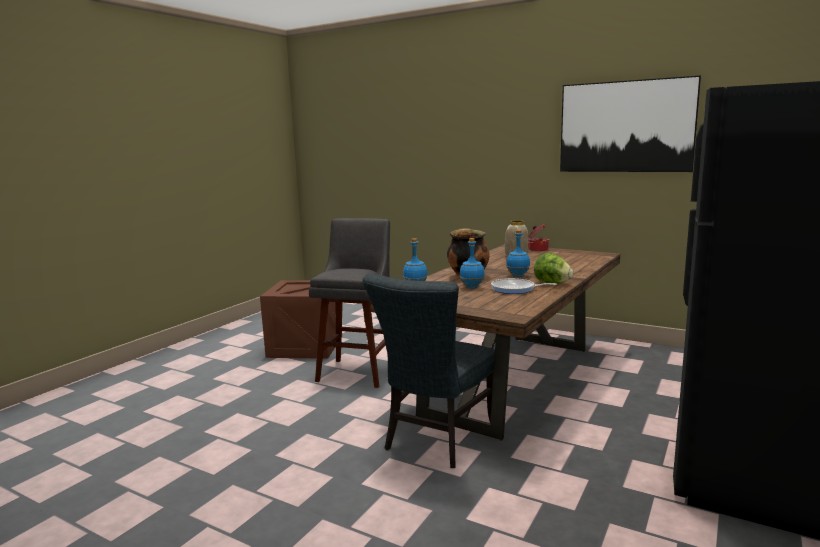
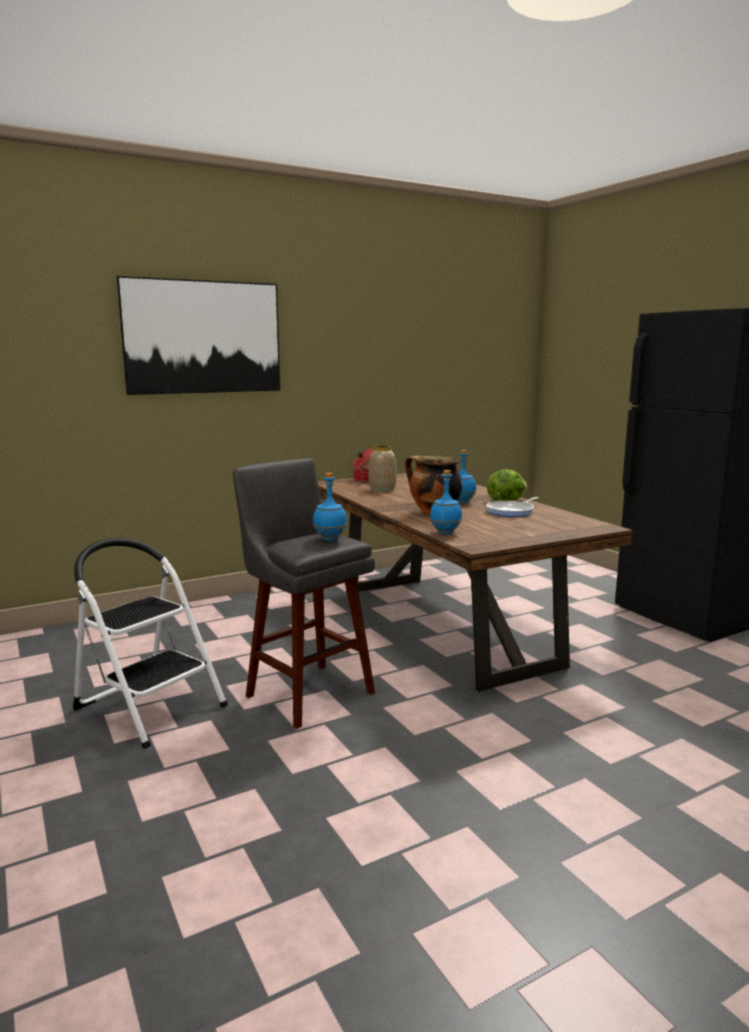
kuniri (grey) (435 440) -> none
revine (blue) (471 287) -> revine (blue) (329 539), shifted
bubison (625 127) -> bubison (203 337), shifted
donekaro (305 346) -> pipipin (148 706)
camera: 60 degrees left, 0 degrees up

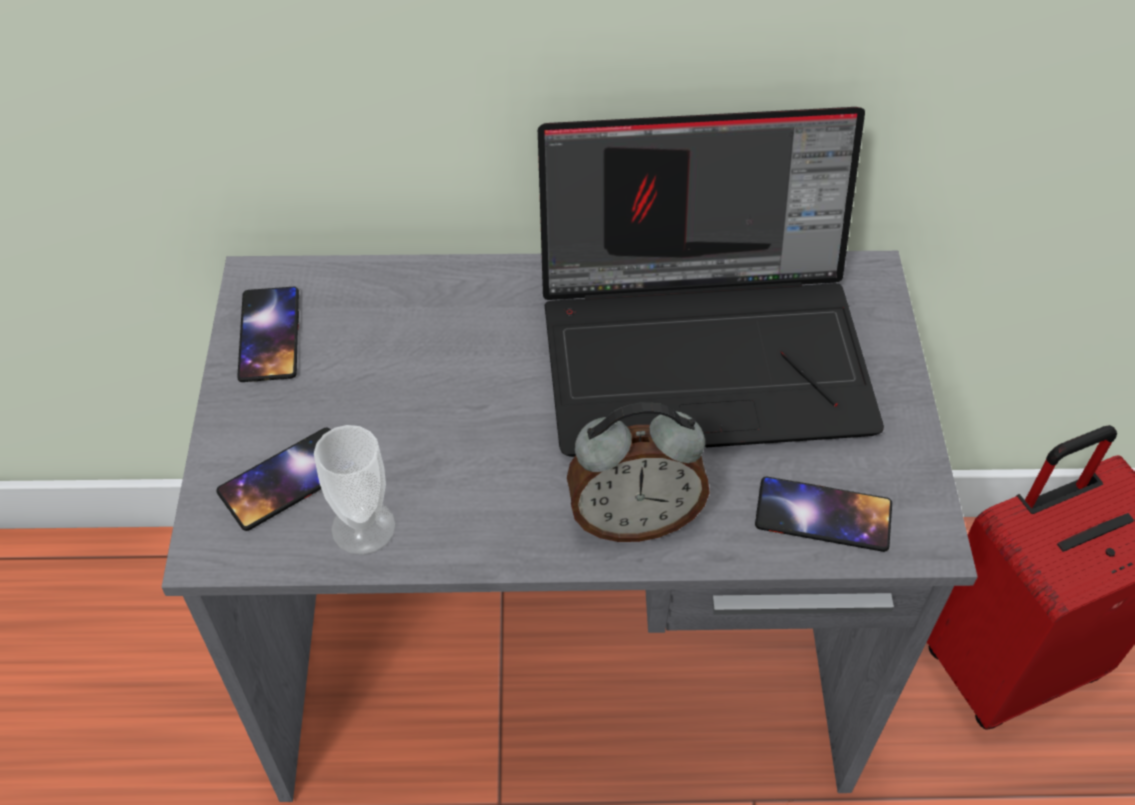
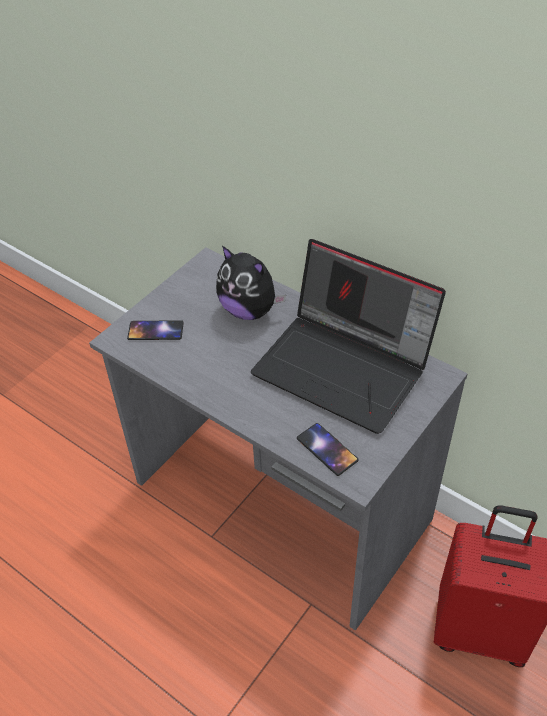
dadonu (269 334) -> none
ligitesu (363 527) -> none
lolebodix (633 518) -> none
none -> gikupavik (249 310)
camera: 40 degrees right, 5 degrees down

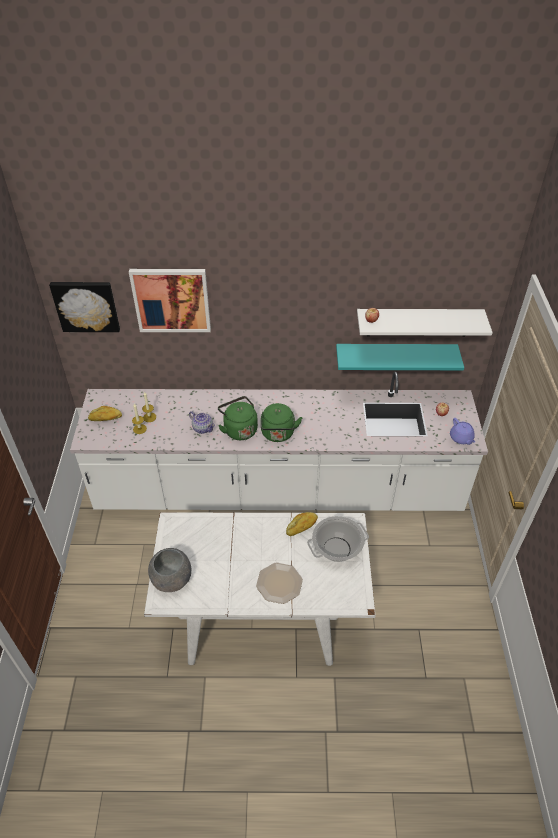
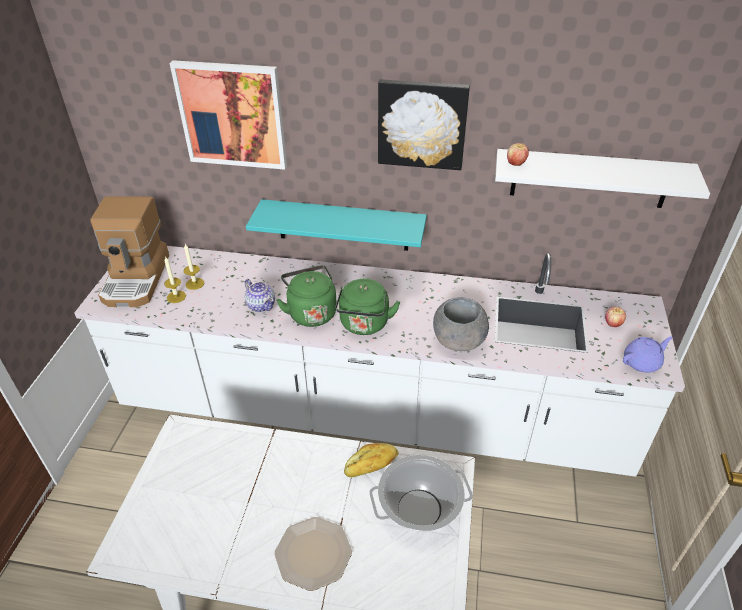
bubison (86 305) -> bubison (422 124), shifted
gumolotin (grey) (172 579) -> gumolotin (grey) (458 341), shifted
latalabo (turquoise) (395 356) -> latalabo (turquoise) (343 225), shifted
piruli (105 418) -> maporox (137 279)
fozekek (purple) (461 438) -> fozekek (purple) (642 362), 105 degrees counterclockwise
camera: 10 degrees right, 5 degrees down

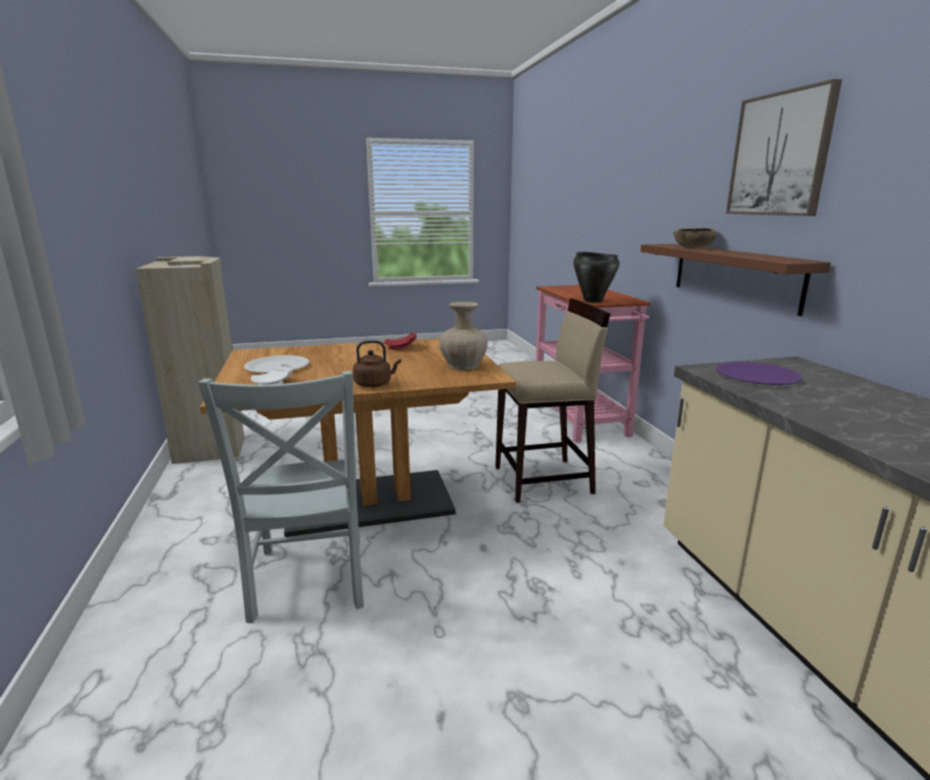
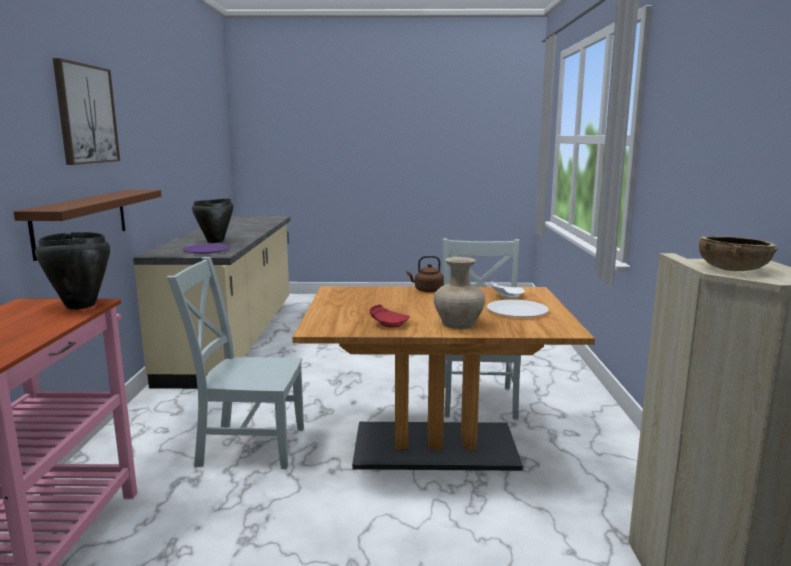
none -> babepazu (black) (215 241)
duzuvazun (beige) (464 365) -> duzuvazun (beige) (458 323), shifted
gumolotin (brown) (693 248) -> gumolotin (brown) (732 270), shifted
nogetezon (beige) (544 480) -> kuniri (grey) (247 445)
camera: 165 degrees left, 5 degrees down

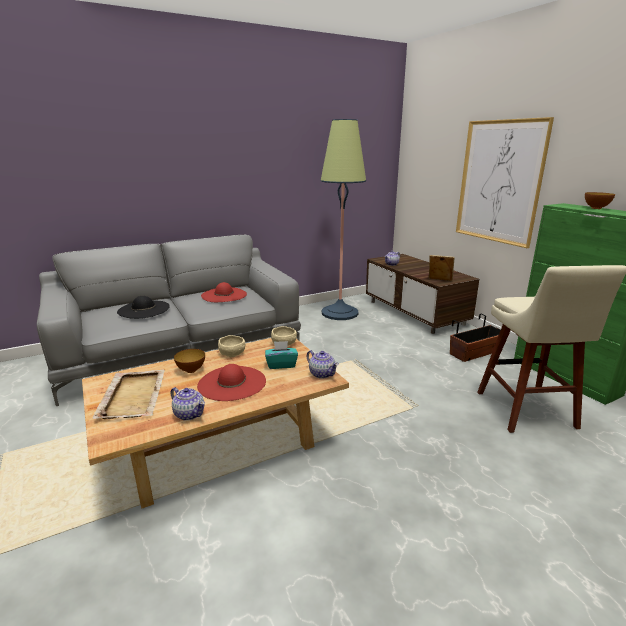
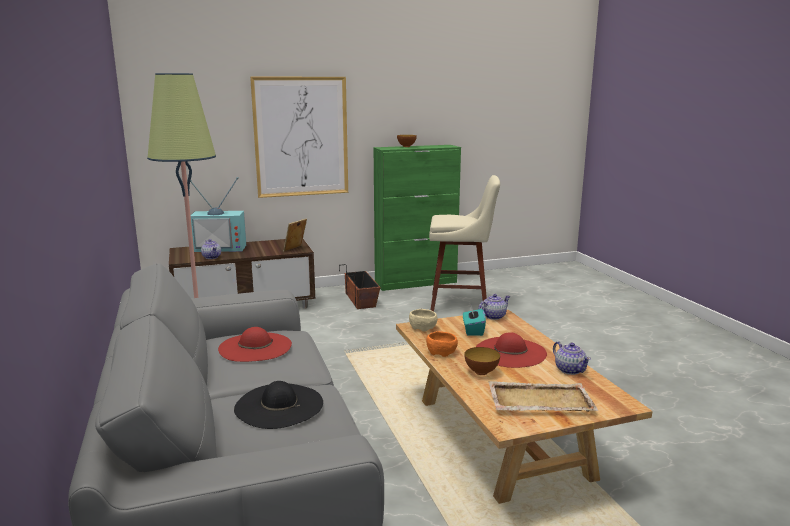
none -> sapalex (221 247)
gumolotin (beige) (233 353) -> gumolotin (orange) (441 351)
fozekek (189 414) -> fozekek (570 370), 105 degrees clockwise
camera: 80 degrees left, 5 degrees down

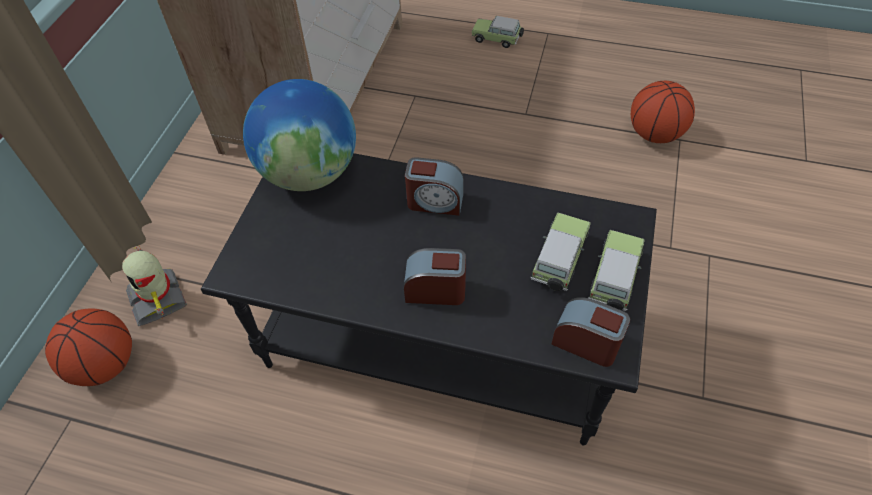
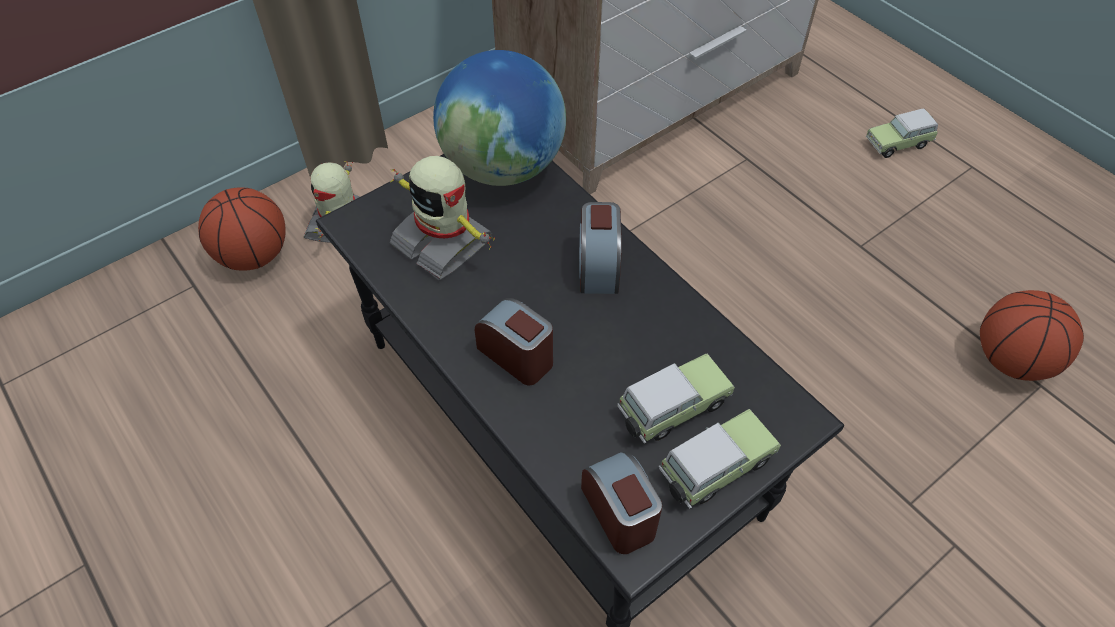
none -> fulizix (444 241)
lolebodix (435 202) -> lolebodix (598 266), 45 degrees clockwise
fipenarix (497 39) -> fipenarix (899 143), 75 degrees counterclockwise
camera: 35 degrees right, 0 degrees up

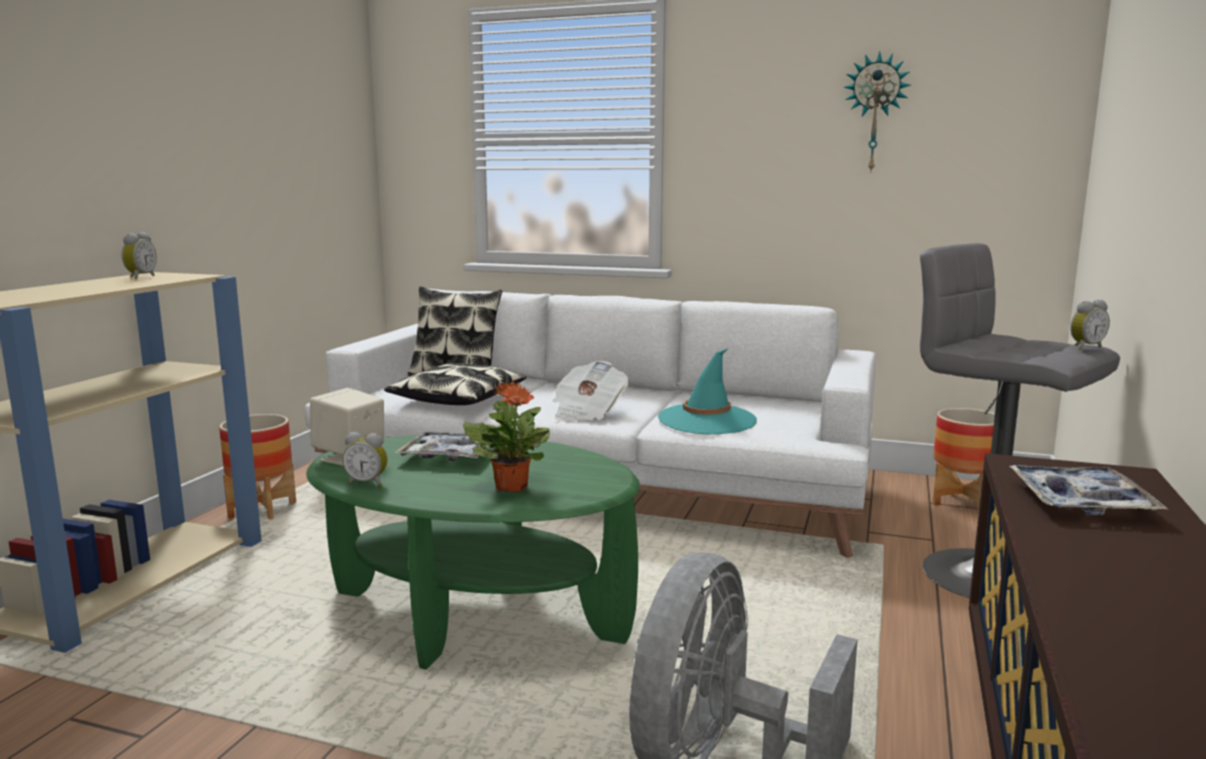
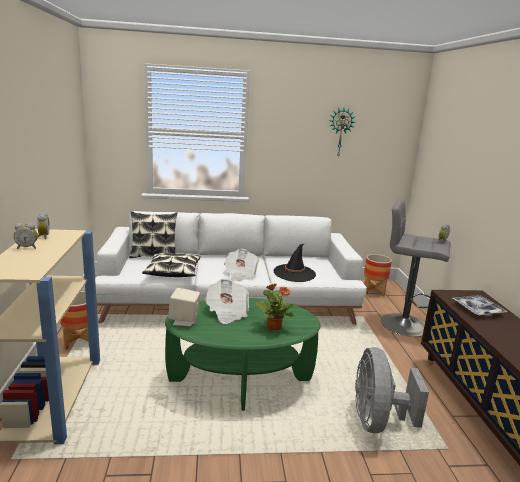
lolebodix (367 483) -> lolebodix (27 247), shifted
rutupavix (451 455) -> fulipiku (227 312)
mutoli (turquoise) (707 420) -> mutoli (black) (294 273)
camera: 25 degrees left, 5 degrees up

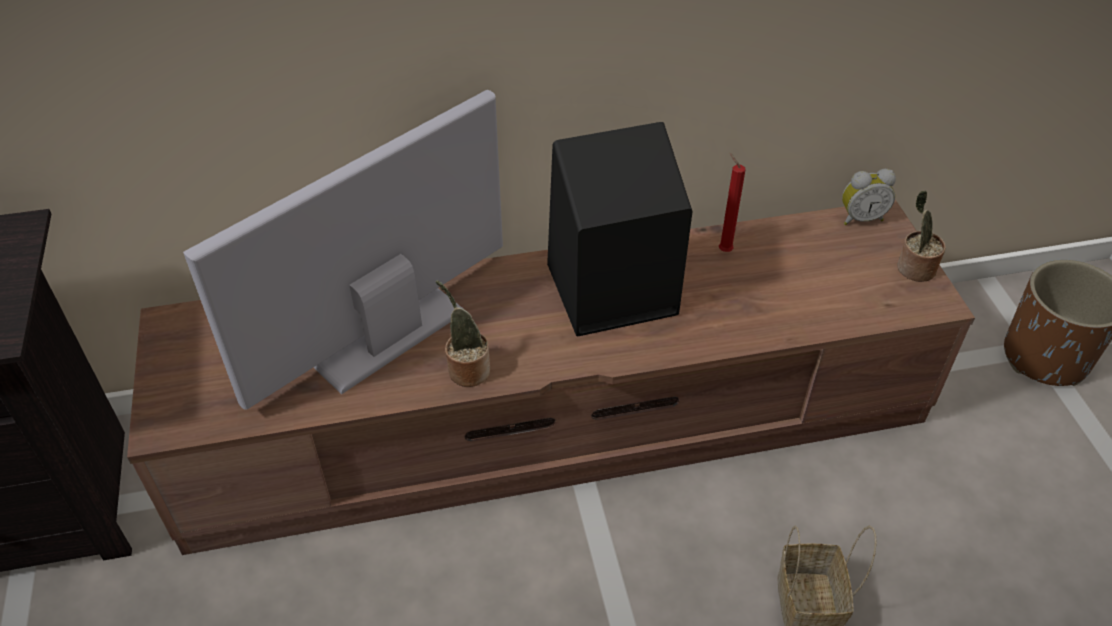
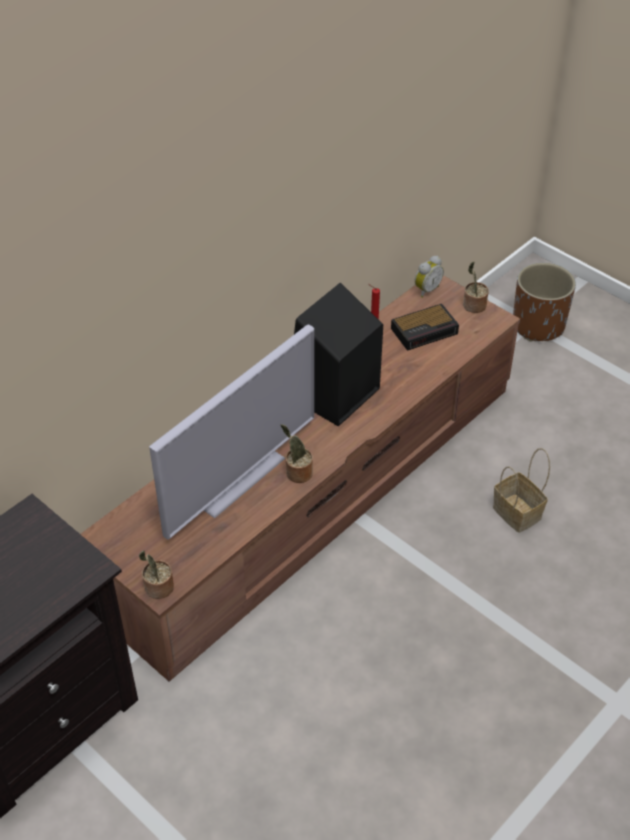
none -> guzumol (158 589)
none -> lolebodix (425 330)
sapalex (388 336) -> sapalex (237 478), 150 degrees counterclockwise
camera: 35 degrees left, 0 degrees up

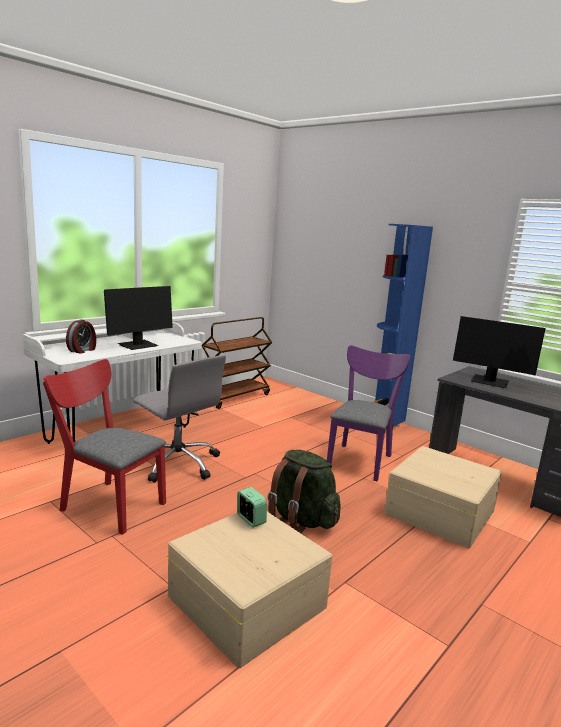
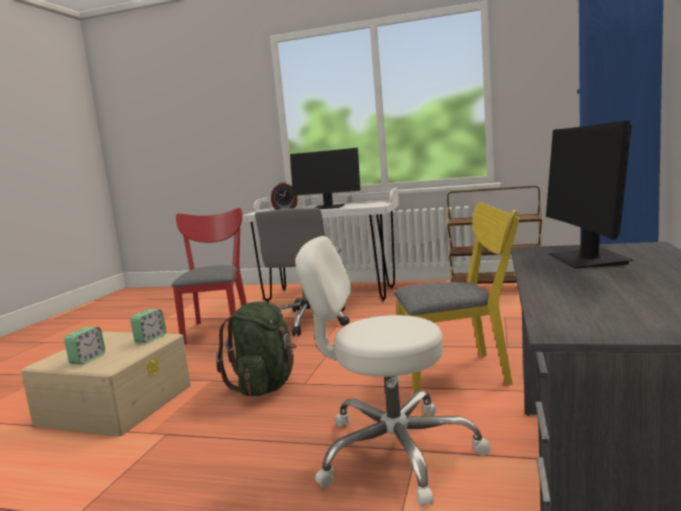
none -> lolebodix (87 359)
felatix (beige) (439 511) -> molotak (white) (388 452)
kuniri (purple) (360 459) -> kuniri (yellow) (461 373)
camera: 65 degrees right, 5 degrees down

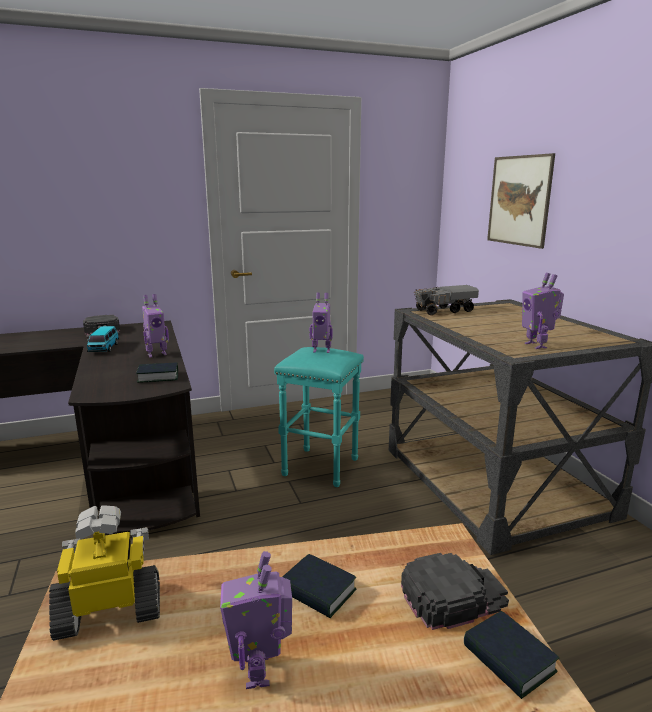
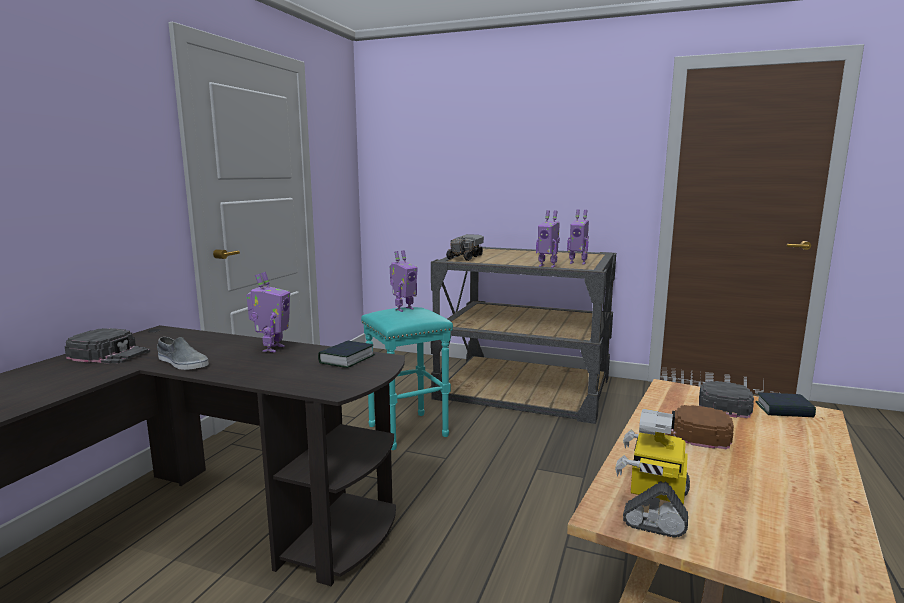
bubison (519 200) -> none
fulizix (260 671) -> fulizix (548 266), shifted
fipenarix (104 348) -> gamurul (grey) (182 363)
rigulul (318 591) -> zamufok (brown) (690 433)
camera: 50 degrees left, 5 degrees down

